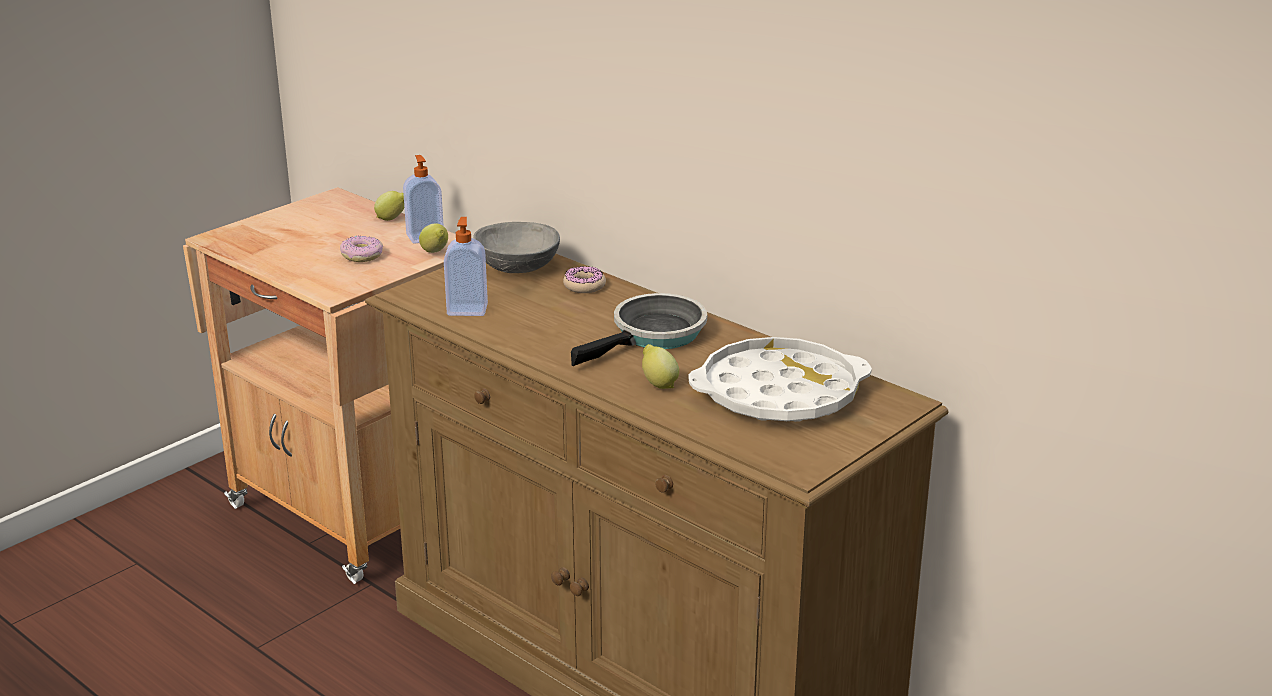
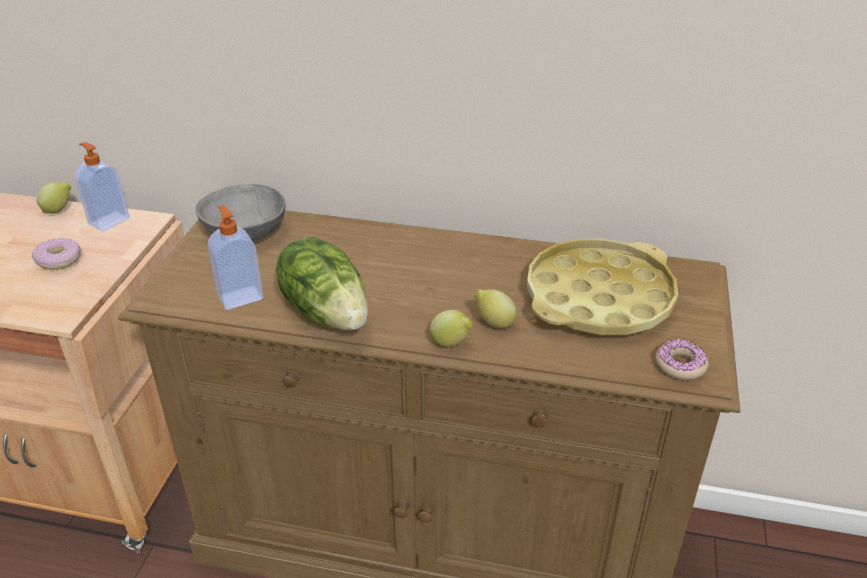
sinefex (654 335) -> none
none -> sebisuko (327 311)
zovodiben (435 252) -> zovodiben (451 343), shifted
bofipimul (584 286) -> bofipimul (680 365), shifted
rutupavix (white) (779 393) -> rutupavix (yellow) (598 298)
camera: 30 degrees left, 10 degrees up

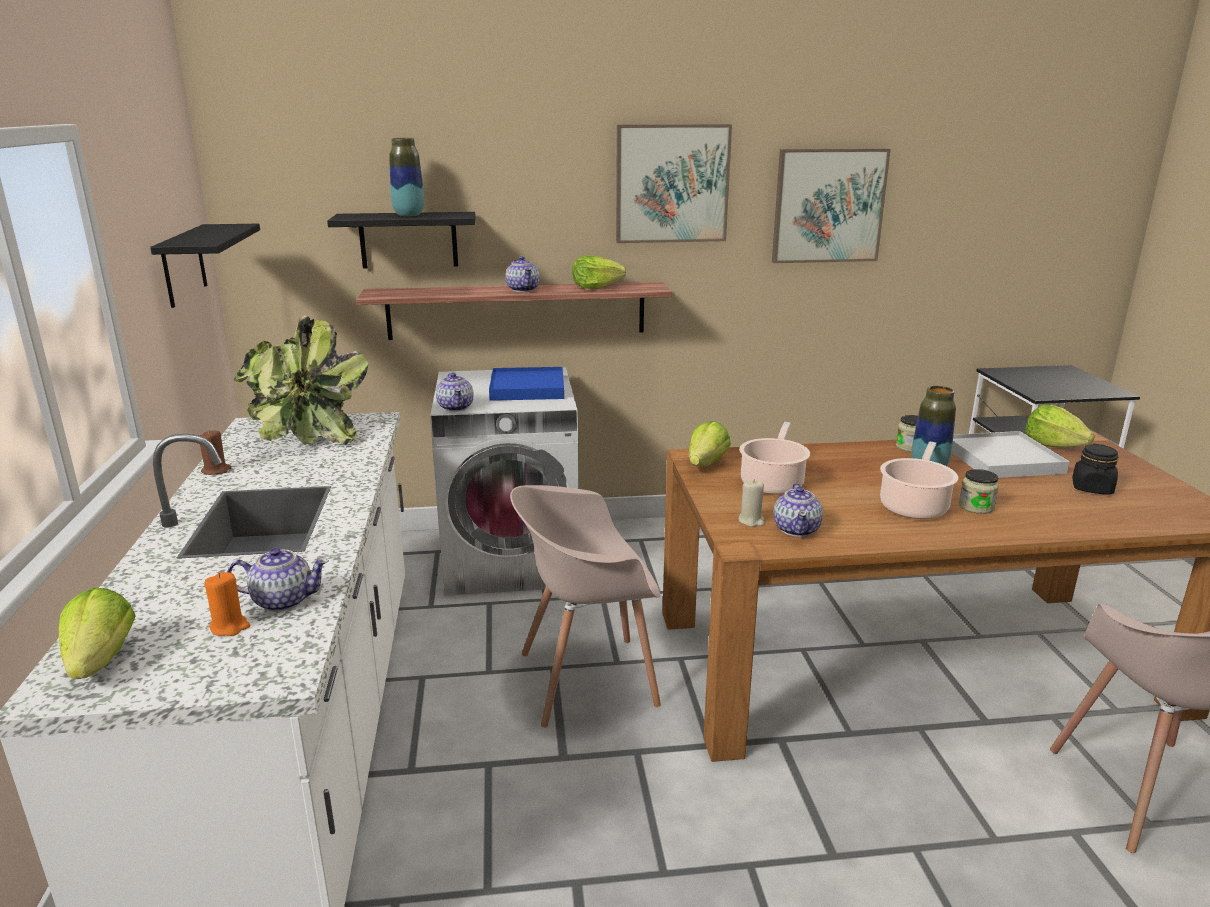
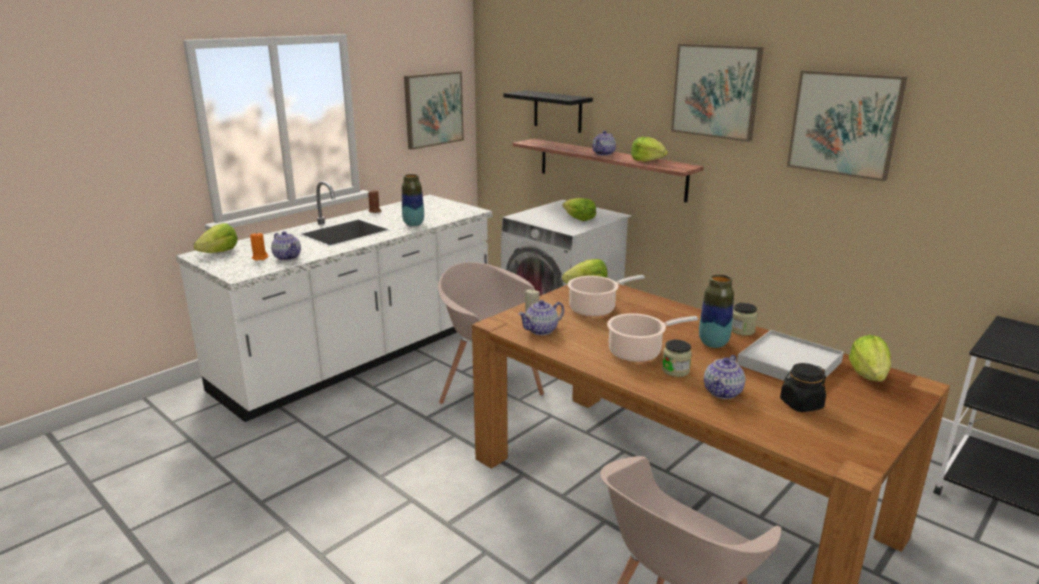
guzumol (302 437) -> none
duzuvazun (409 215) -> duzuvazun (413 224), shifted
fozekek (456 407) -> fozekek (723 392), shifted
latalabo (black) (183 265) -> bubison (433 109)
rutupavix (blue) (527 388) -> sebisuko (579 219)
camera: 50 degrees right, 0 degrees up

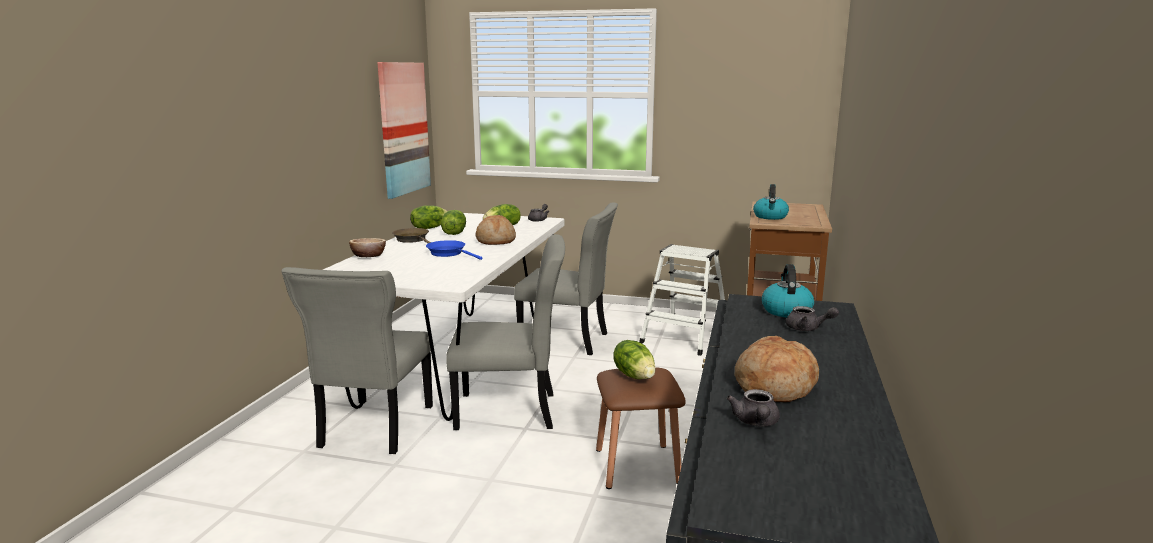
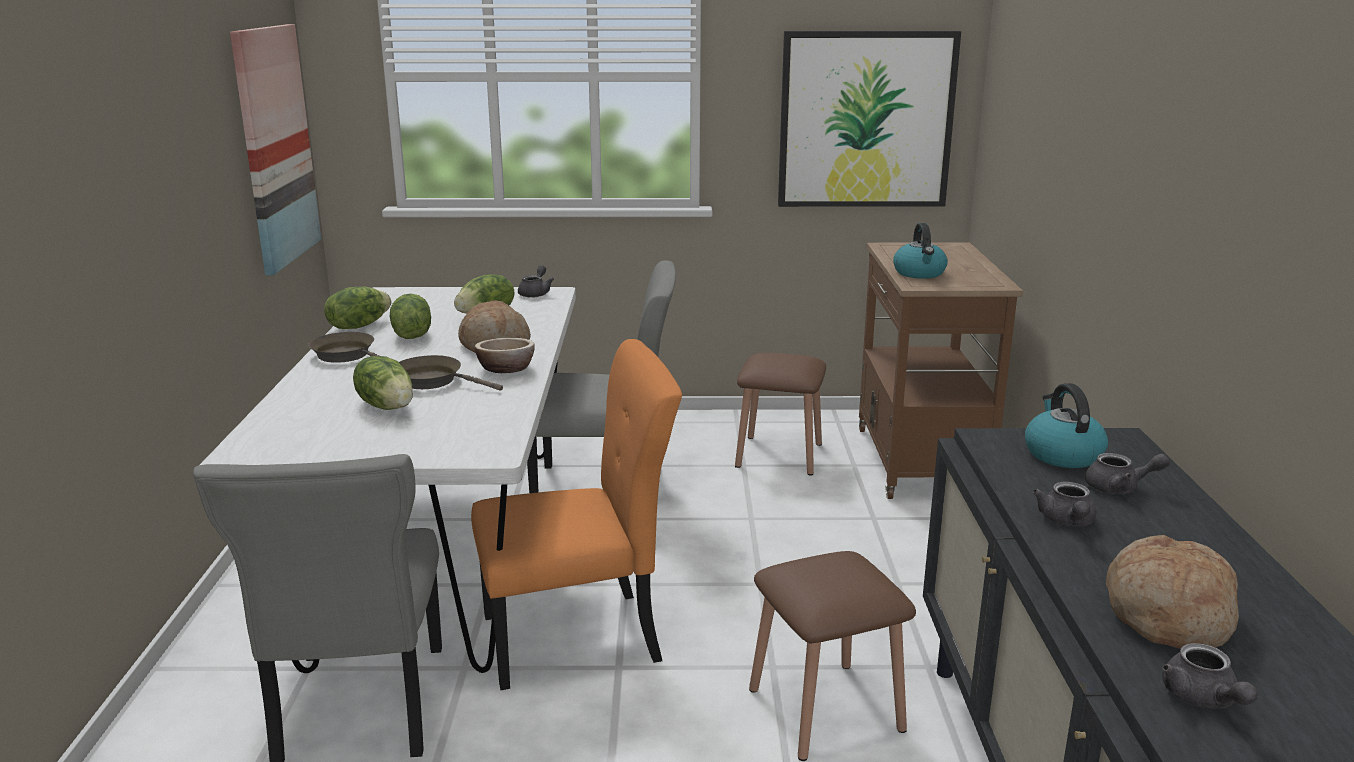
none -> bubison (865 120)
none -> fozekek (grey) (1067 522)
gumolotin (368 256) -> gumolotin (506 369), shifted
sebisuko (635 375) -> sebisuko (387 406), shifted
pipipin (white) (685 334) -> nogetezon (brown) (779 455)
sinefex (blue) (449 253) -> sinefex (brown) (434 381)
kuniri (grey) (511 411) -> kuniri (orange) (579 638)
camera: 15 degrees left, 5 degrees up

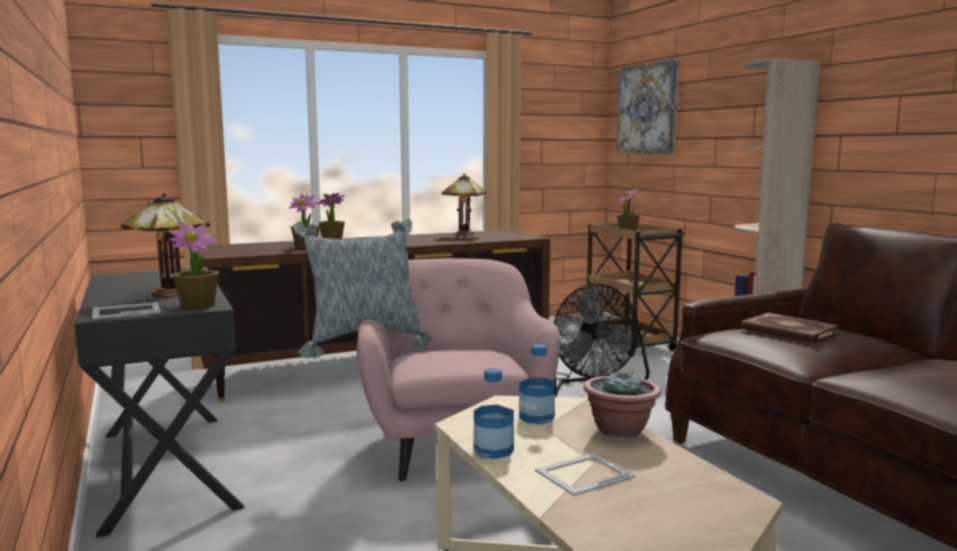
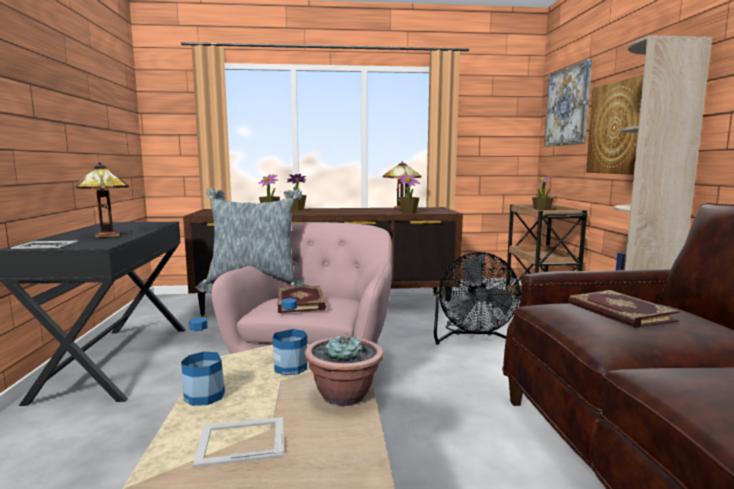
none -> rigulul (302 302)
none -> bubison (619 128)
guzumol (198 305) -> guzumol (408 213), shifted
camera: 20 degrees right, 0 degrees up

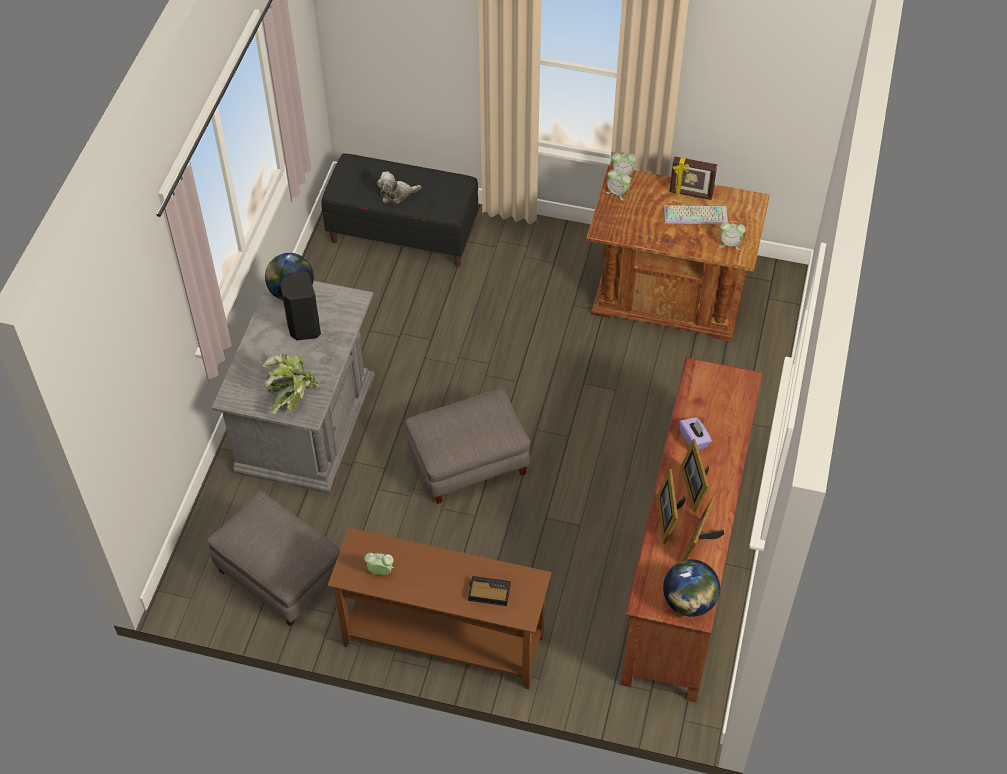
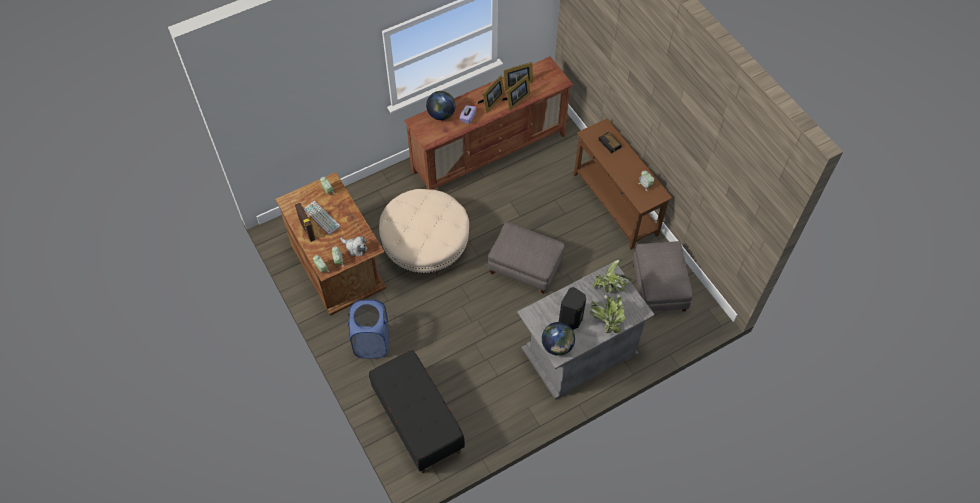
none -> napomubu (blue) (372 342)
none -> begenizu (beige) (425 245)
none -> guzumol (606 319)
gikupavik (396 194) -> gikupavik (355 248), shifted
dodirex (689 602) -> dodirex (441 114), shifted
camera: 135 degrees left, 5 degrees up

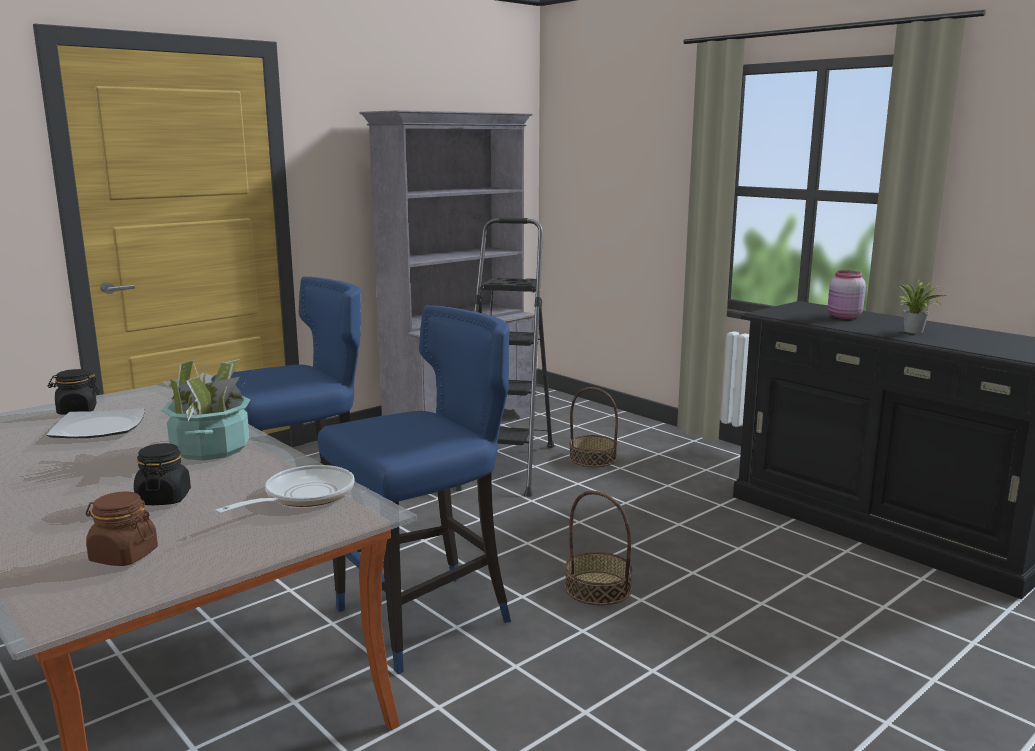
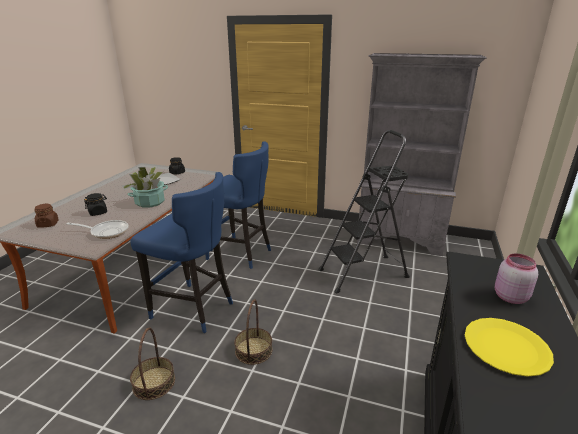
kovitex (592 458) -> kovitex (154 383), shifted
guzumol (915 332) -> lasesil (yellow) (506 347)
camera: 60 degrees right, 10 degrees up

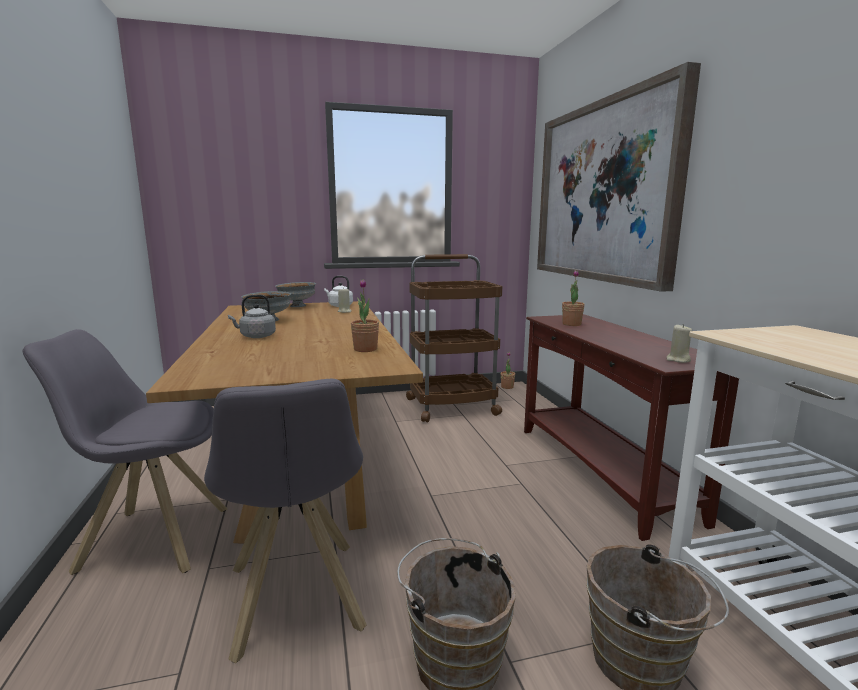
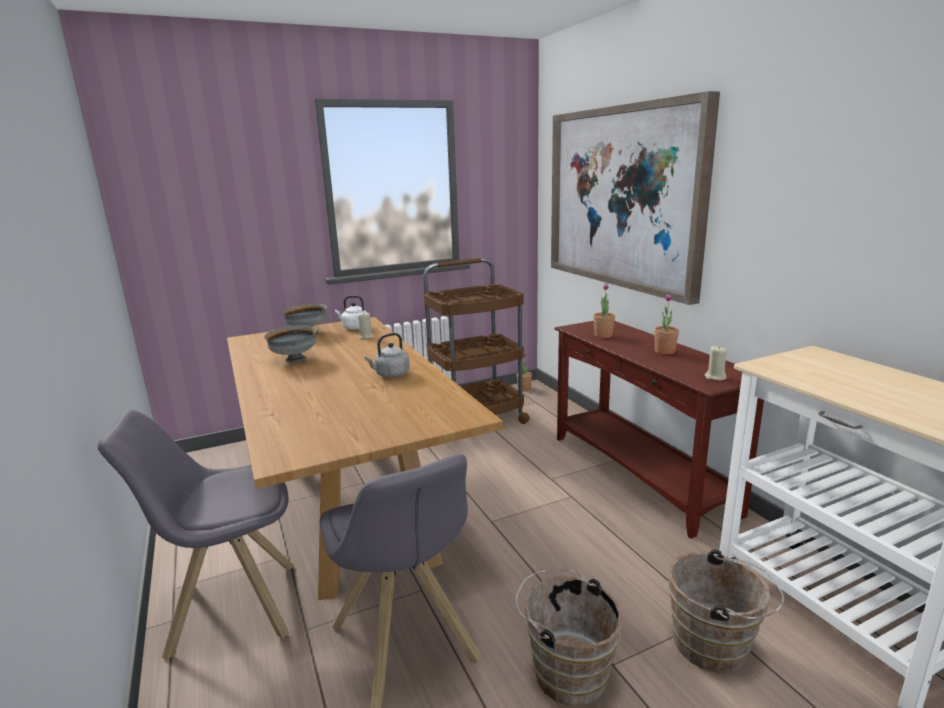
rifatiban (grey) (256 336) -> rifatiban (grey) (391 375), shifted
guzumol (365 349) -> guzumol (664 351), shifted
camera: 10 degrees left, 5 degrees up

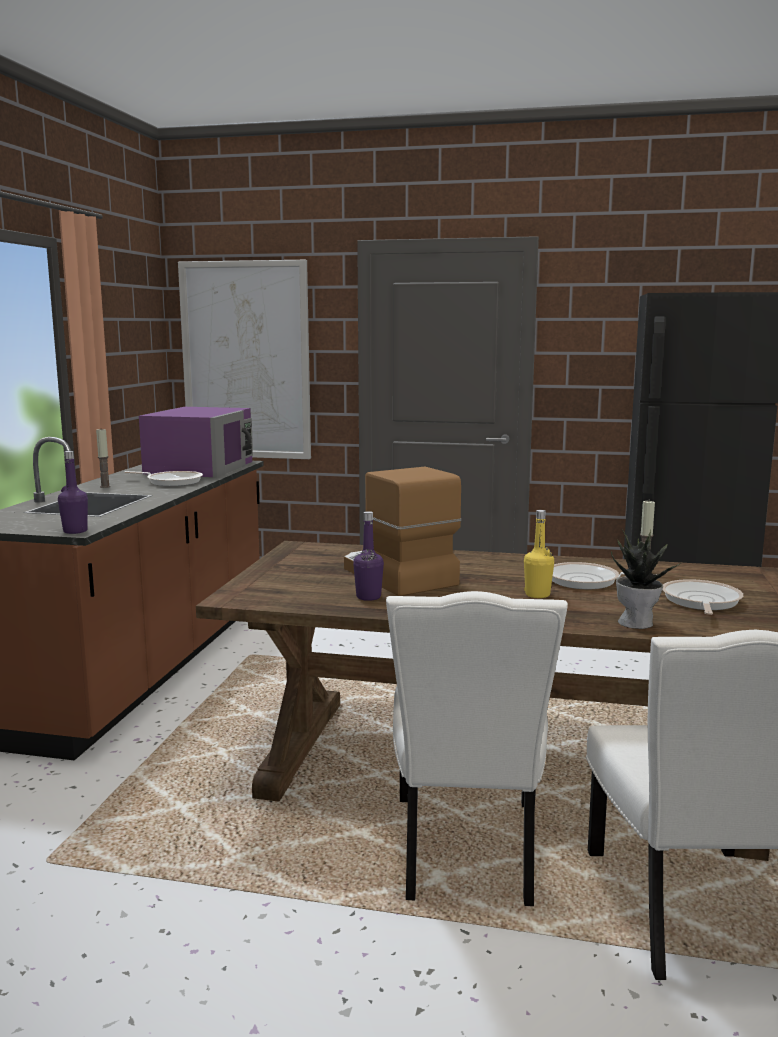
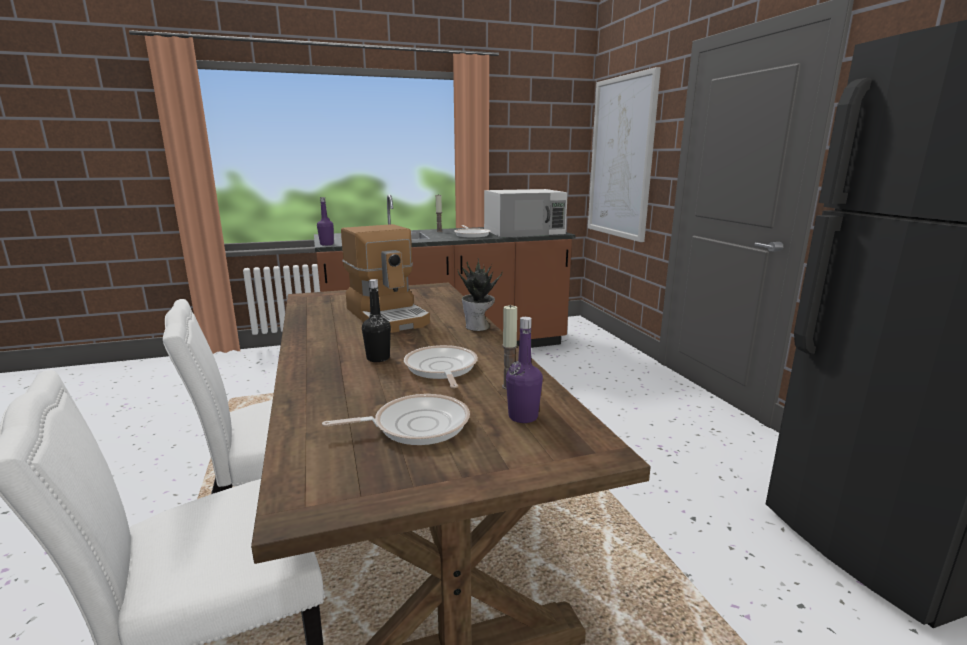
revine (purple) (368 597) -> revine (purple) (523 417), shifted
guzumol (637 623) -> guzumol (478 327), shifted
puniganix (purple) (201 467) -> puniganix (white) (524 231)
revine (yellow) (537 595) -> revine (black) (378 358)
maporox (396 576) -> maporox (388 316), 120 degrees clockwise
camera: 60 degrees right, 5 degrees up

